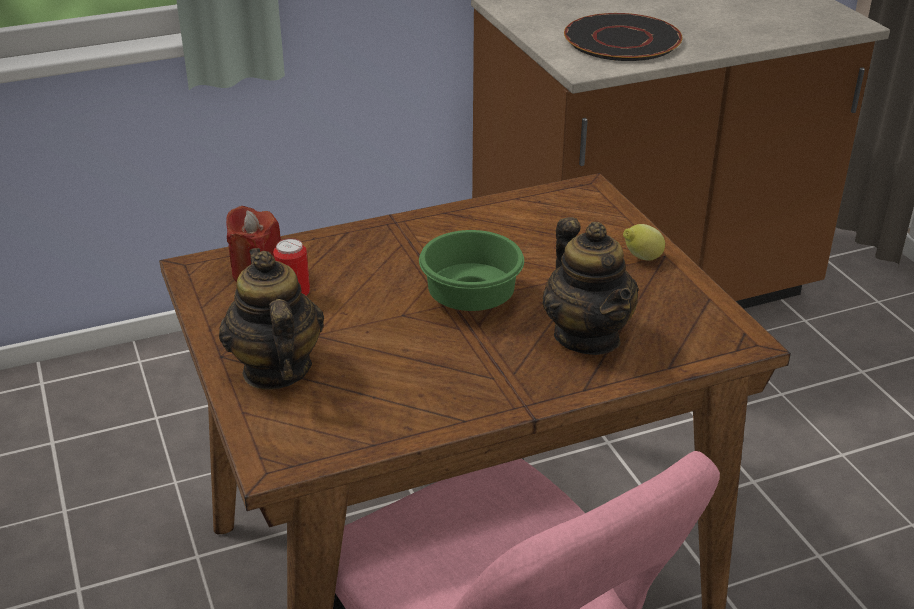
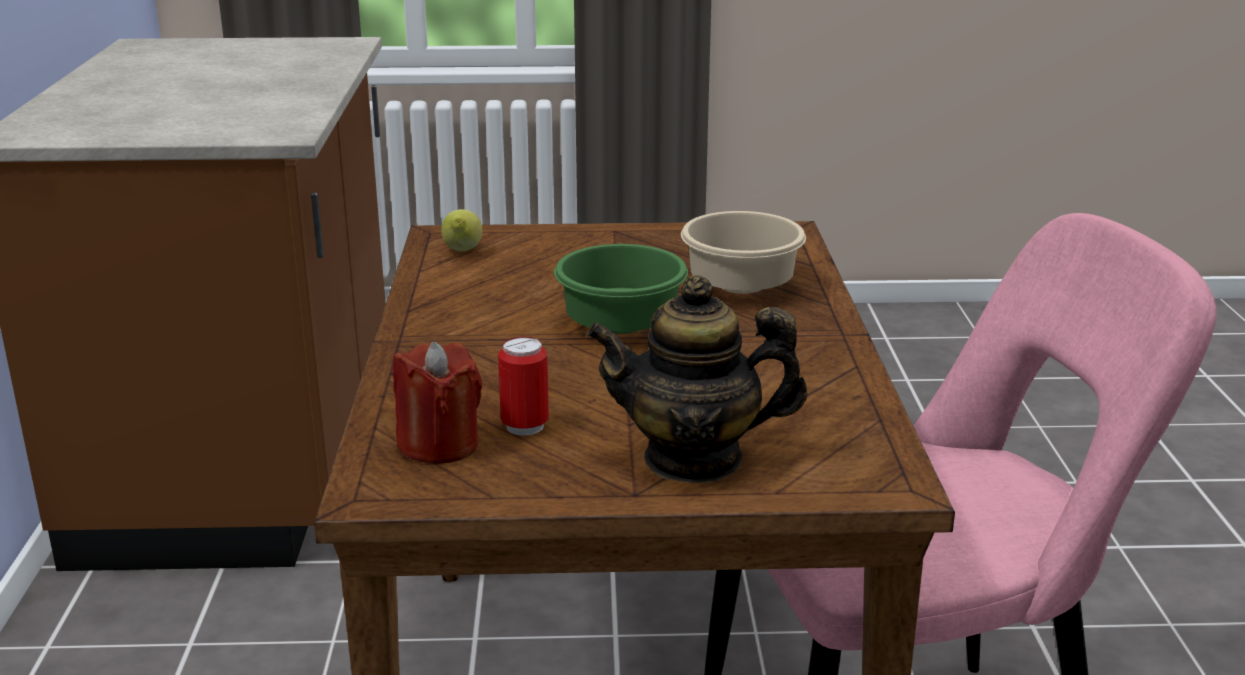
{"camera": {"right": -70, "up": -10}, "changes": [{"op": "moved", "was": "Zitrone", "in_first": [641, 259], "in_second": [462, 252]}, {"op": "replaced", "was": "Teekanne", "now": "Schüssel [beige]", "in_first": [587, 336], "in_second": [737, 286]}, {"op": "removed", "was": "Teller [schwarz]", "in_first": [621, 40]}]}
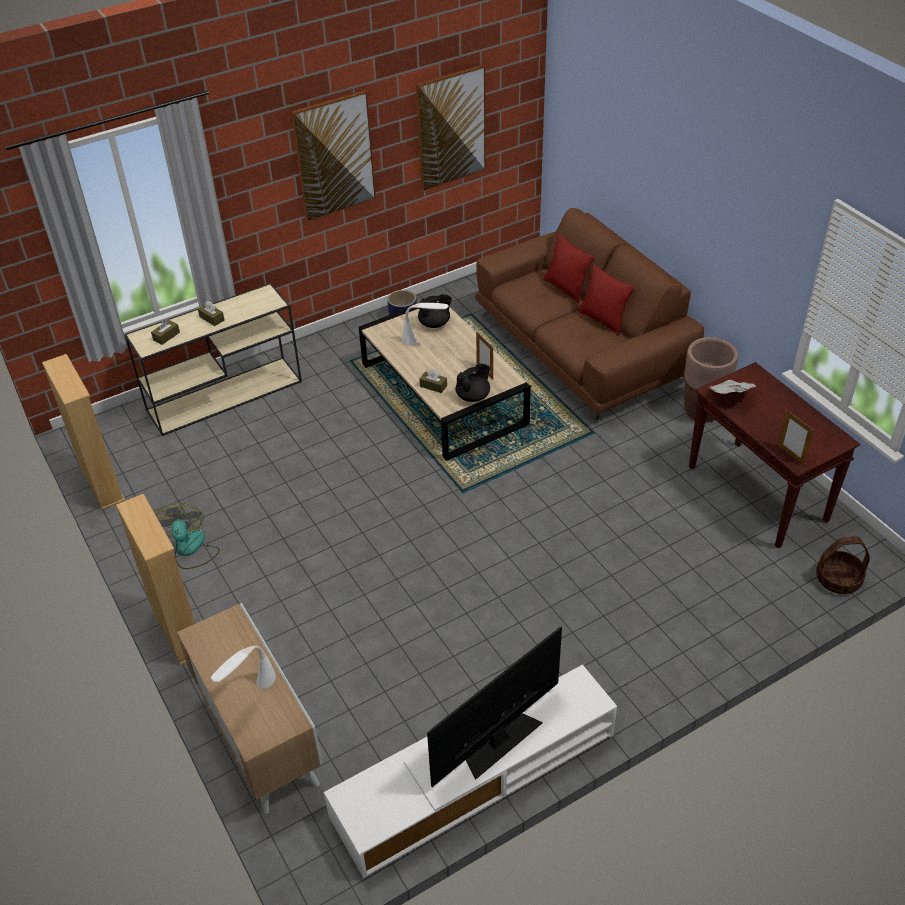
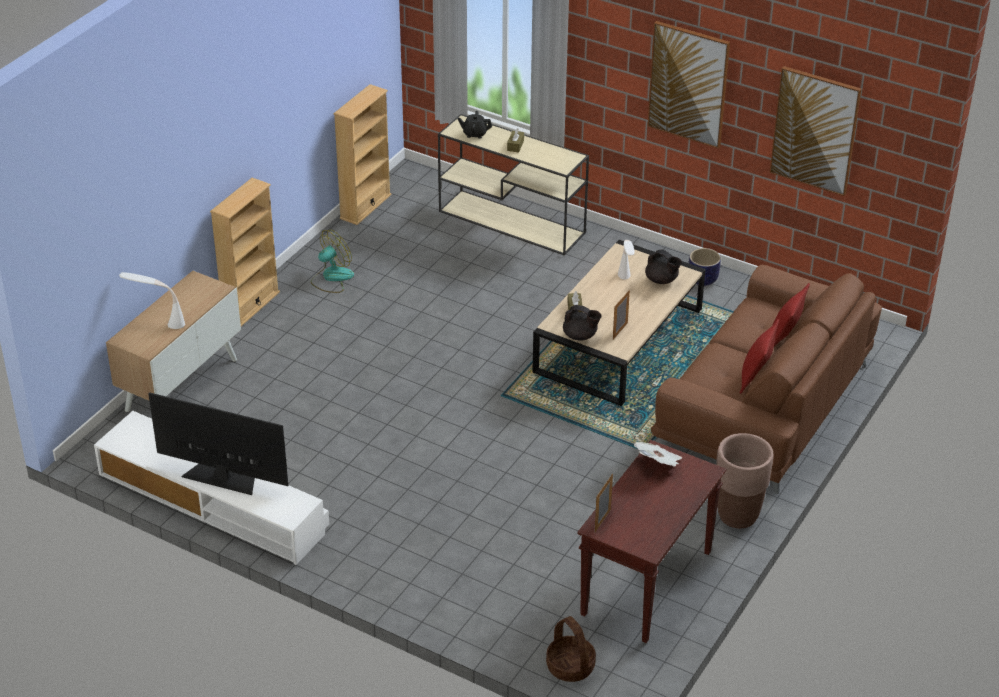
{"camera": {"right": 60, "up": -5}, "changes": [{"op": "replaced", "was": "Taschentuchbox [braun]", "now": "Teekanne [schwarz]", "in_first": [166, 336], "in_second": [474, 134]}]}
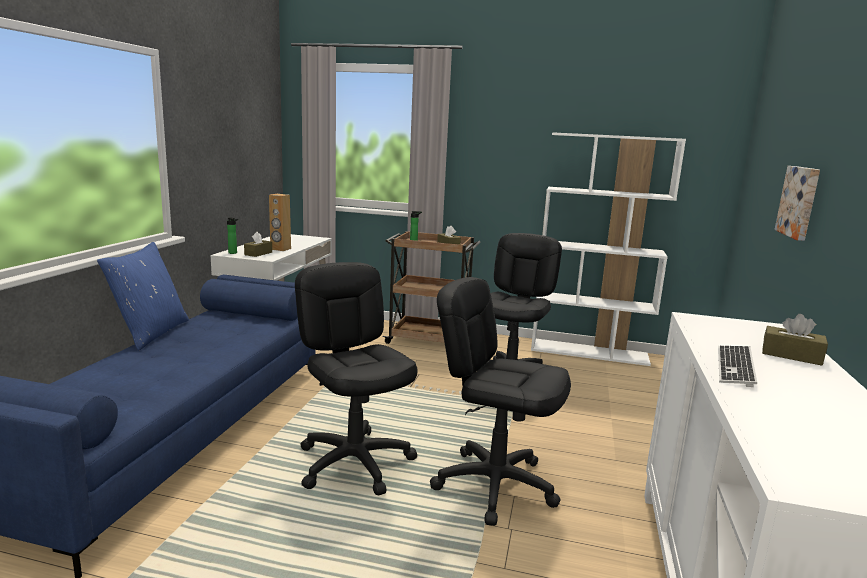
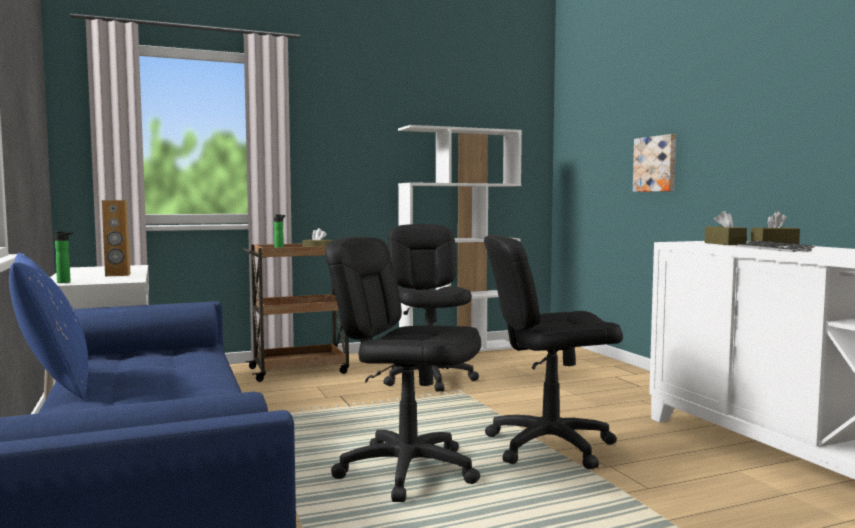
{"camera": {"right": -35, "up": -10}, "changes": [{"op": "moved", "was": "Taschentuchbox [braun]", "in_first": [258, 253], "in_second": [724, 243]}]}
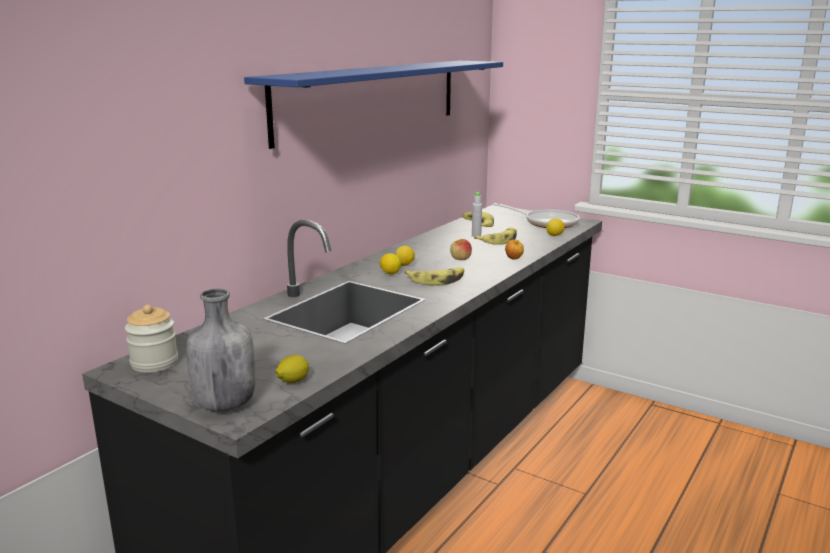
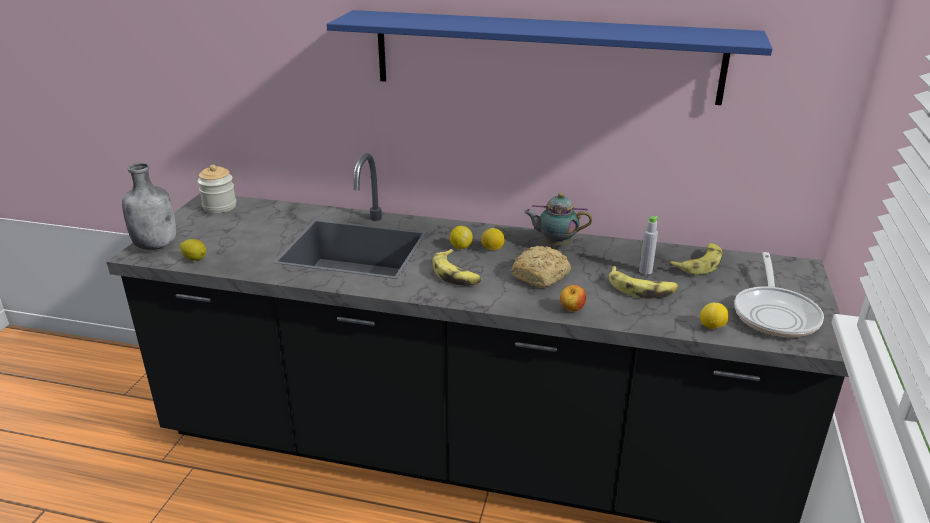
{"camera": {"right": 70, "up": 10}, "changes": [{"op": "replaced", "was": "Apfel", "now": "Brot", "in_first": [460, 259], "in_second": [542, 276]}, {"op": "added", "now": "Teekanne", "in_second": [555, 244]}]}
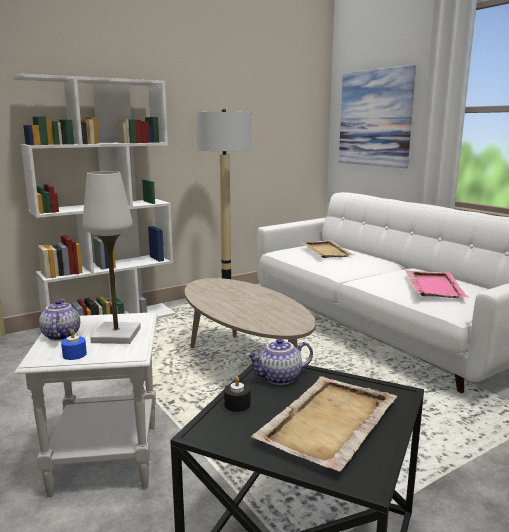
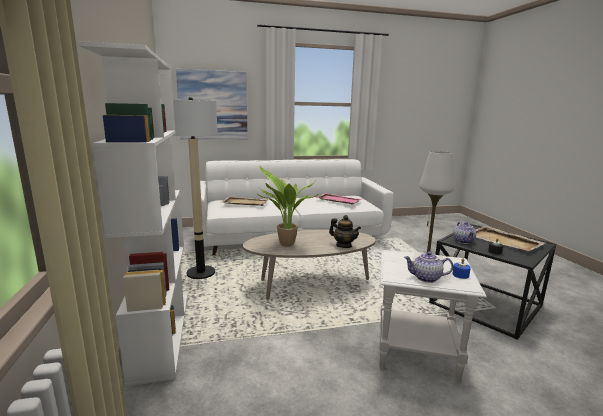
{"camera": {"right": -70, "up": 0}, "changes": [{"op": "added", "now": "Topfpflanze", "in_second": [285, 245]}, {"op": "added", "now": "Teekanne", "in_second": [344, 245]}]}
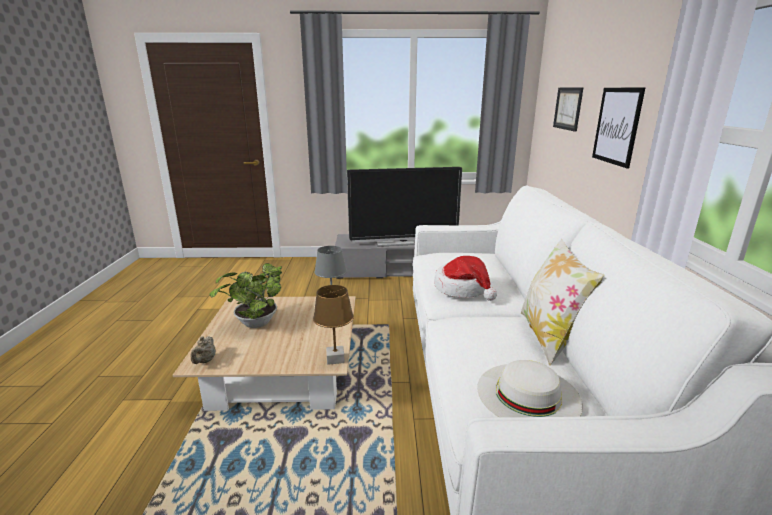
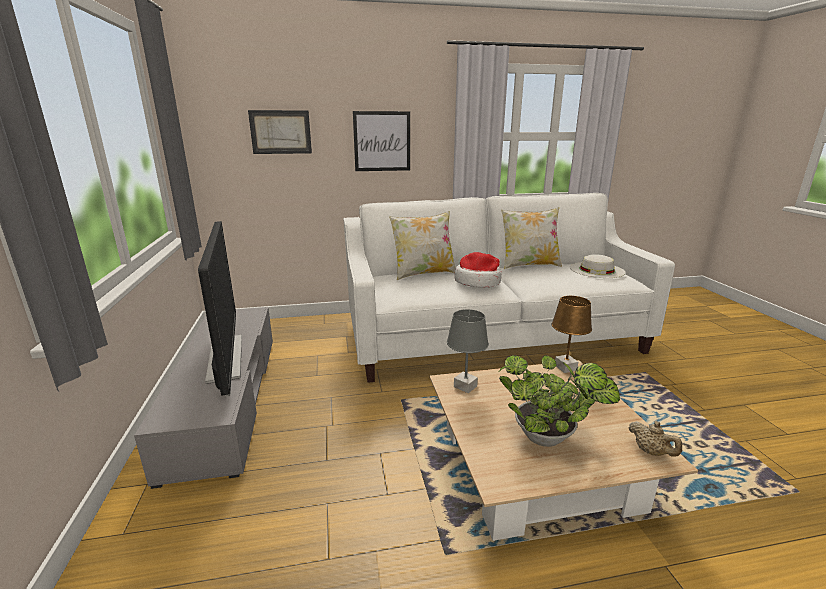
{"camera": {"right": -100, "up": 0}, "changes": [{"op": "added", "now": "Kissen", "in_second": [423, 273]}, {"op": "turned", "was": "Teekanne [beige]", "in_first": [205, 361], "in_second": [651, 452], "clockwise": 60}]}
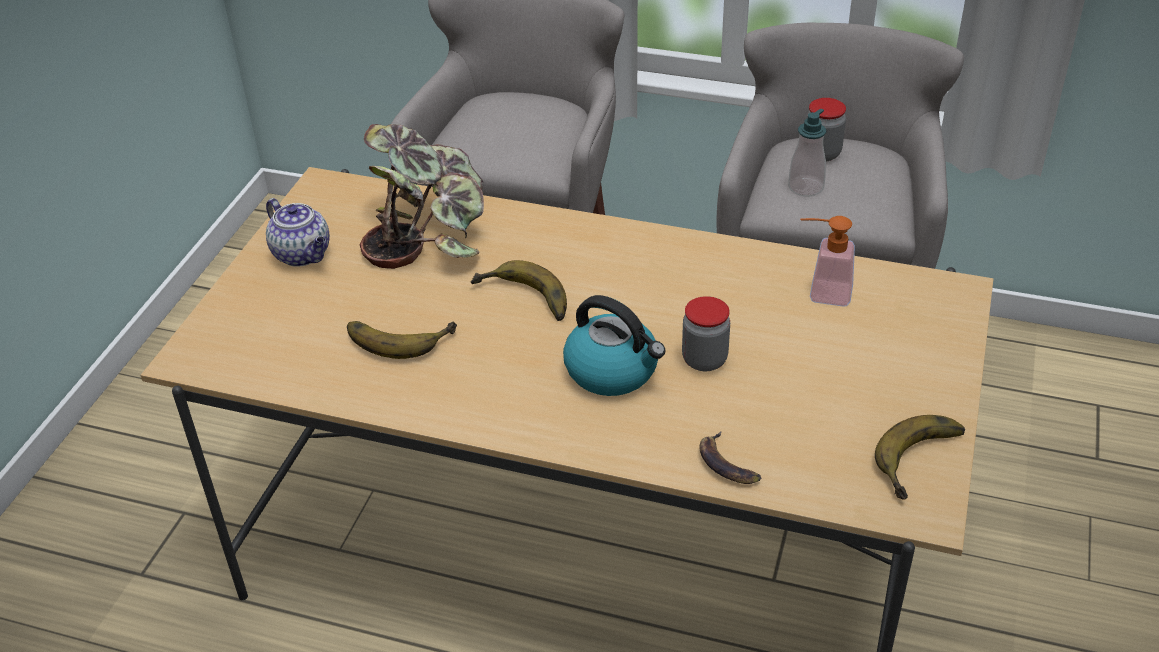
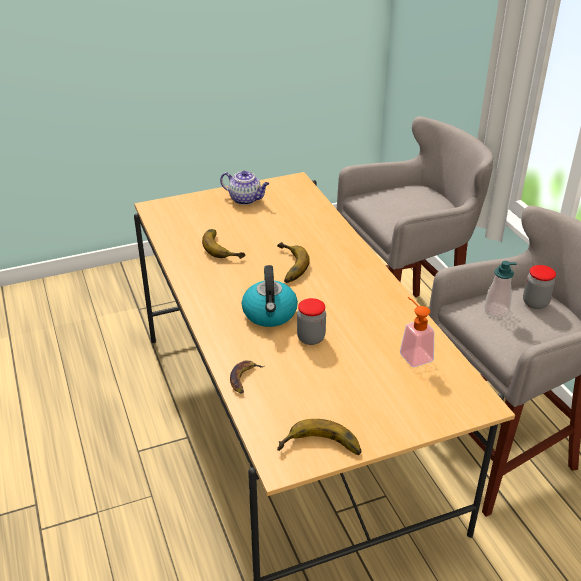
{"camera": {"right": 50, "up": -5}, "changes": [{"op": "turned", "was": "Teekanne", "in_first": [303, 255], "in_second": [246, 199], "clockwise": -75}, {"op": "removed", "was": "Topfpflanze", "in_first": [429, 233]}]}
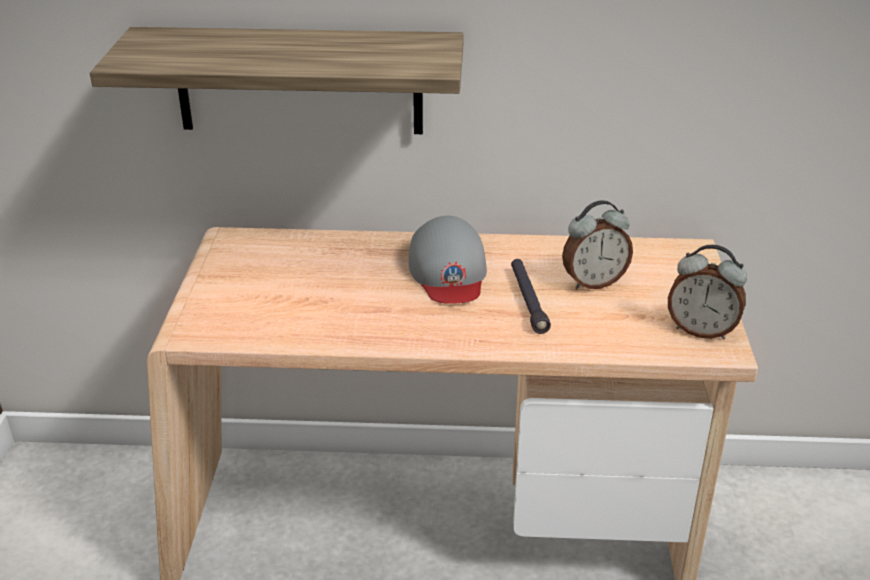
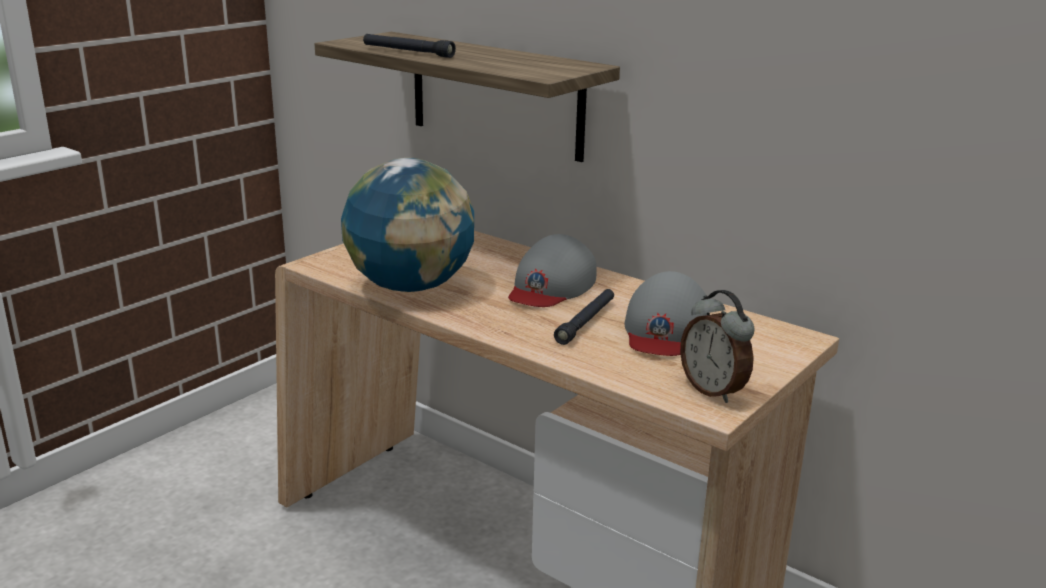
{"camera": {"right": 35, "up": -10}, "changes": [{"op": "added", "now": "Globus", "in_second": [410, 287]}, {"op": "added", "now": "Taschenlampe [schwarz]", "in_second": [407, 52]}, {"op": "replaced", "was": "Wecker", "now": "Kappe [grau]", "in_first": [593, 282], "in_second": [664, 329]}]}
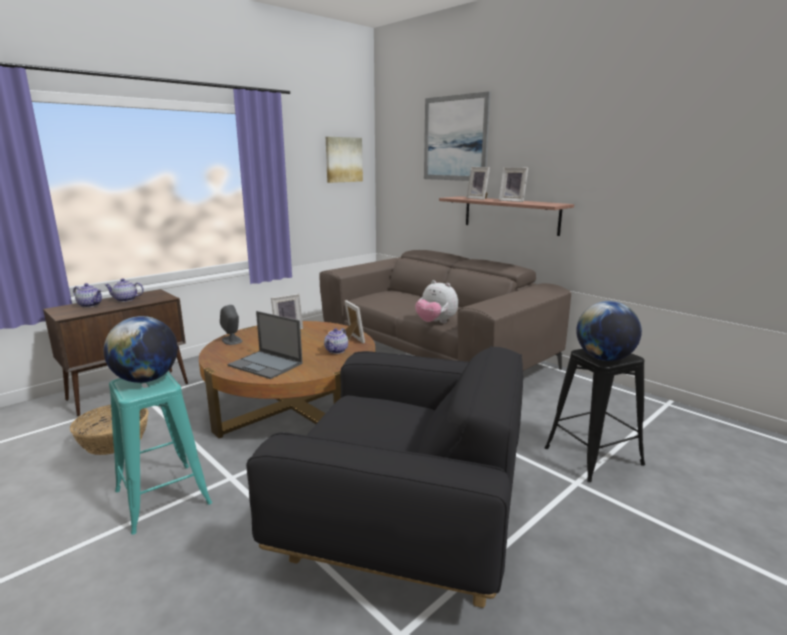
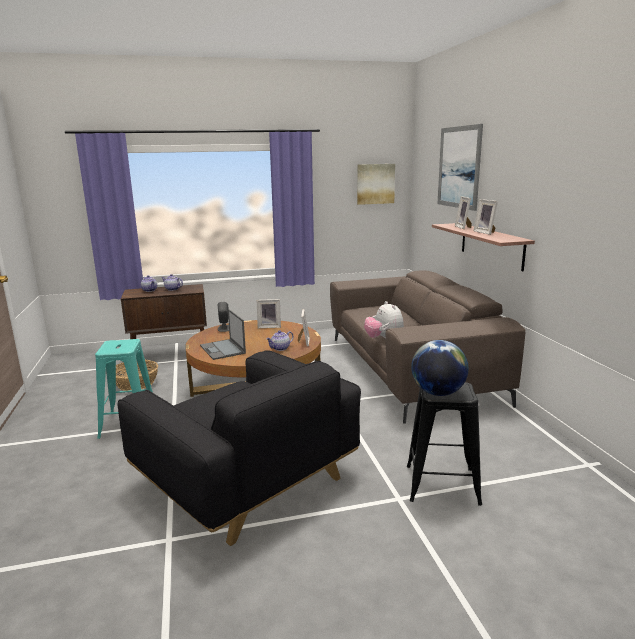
{"camera": {"right": 30, "up": 0}, "changes": [{"op": "removed", "was": "Globus", "in_first": [146, 379]}]}
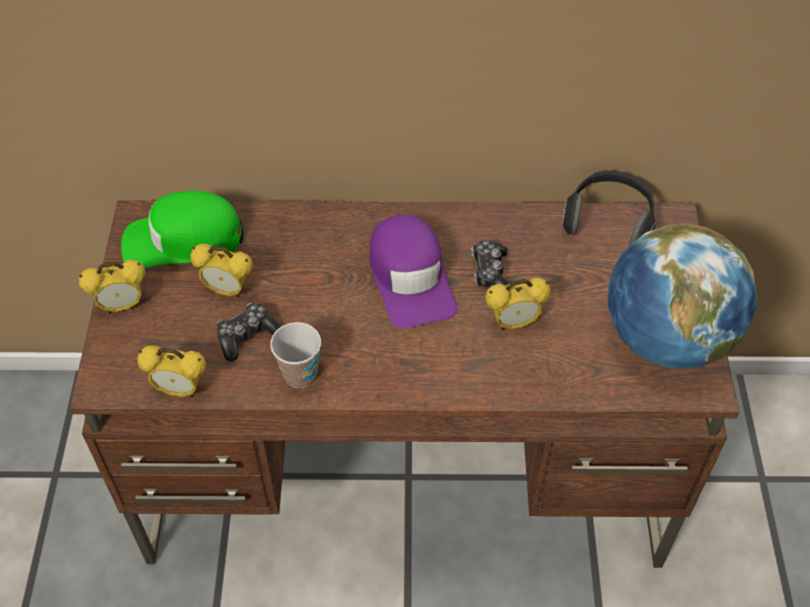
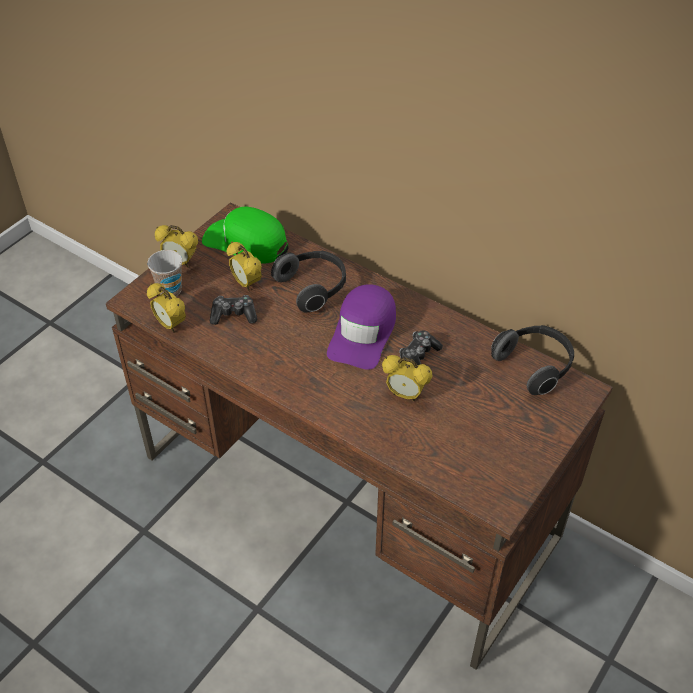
{"camera": {"right": 35, "up": -5}, "changes": [{"op": "moved", "was": "Tasse", "in_first": [300, 375], "in_second": [170, 290]}, {"op": "added", "now": "Kopfhörer", "in_second": [313, 288]}, {"op": "removed", "was": "Globus", "in_first": [666, 339]}]}
